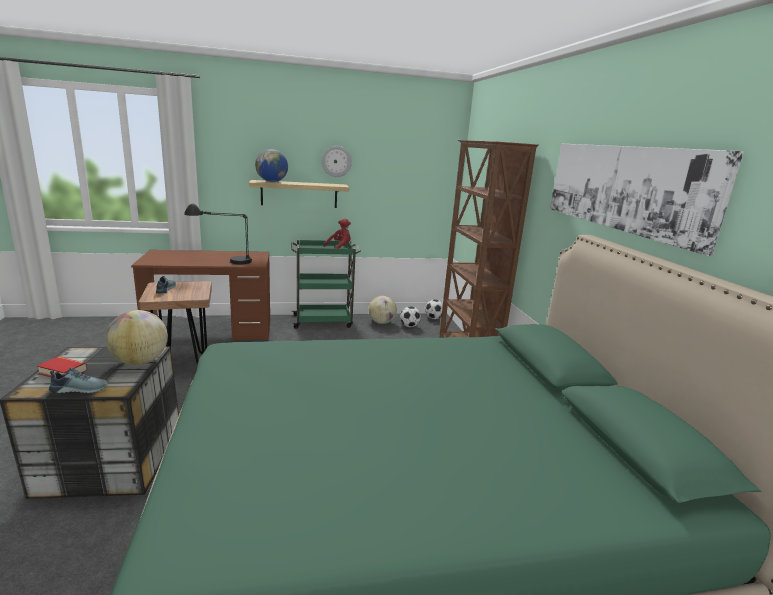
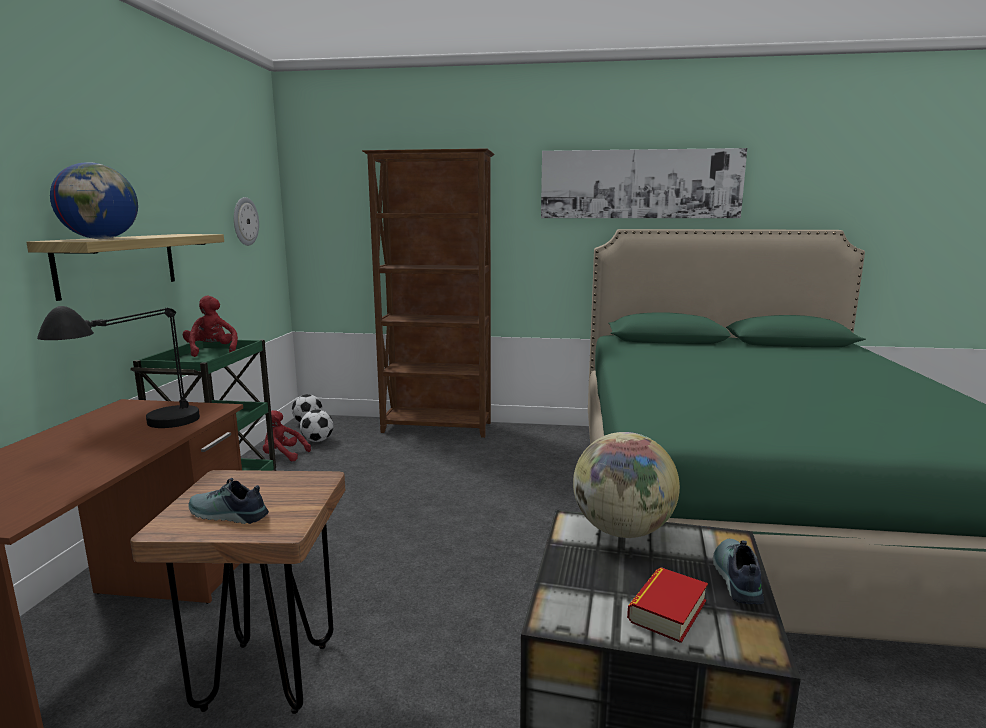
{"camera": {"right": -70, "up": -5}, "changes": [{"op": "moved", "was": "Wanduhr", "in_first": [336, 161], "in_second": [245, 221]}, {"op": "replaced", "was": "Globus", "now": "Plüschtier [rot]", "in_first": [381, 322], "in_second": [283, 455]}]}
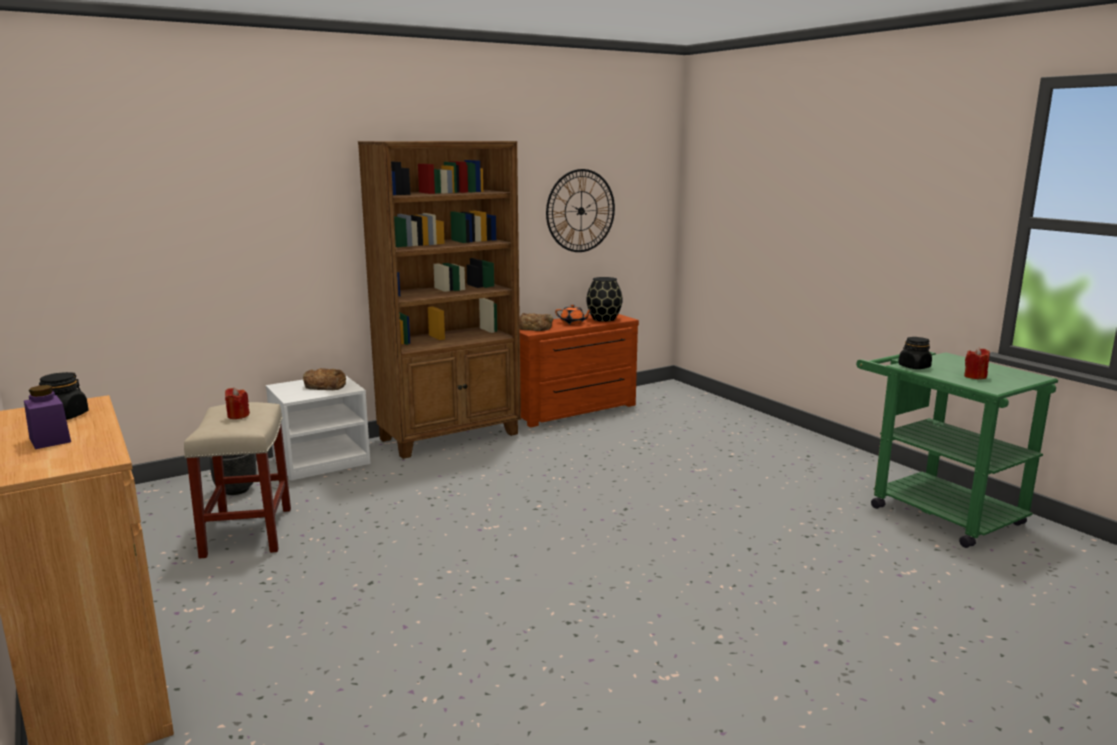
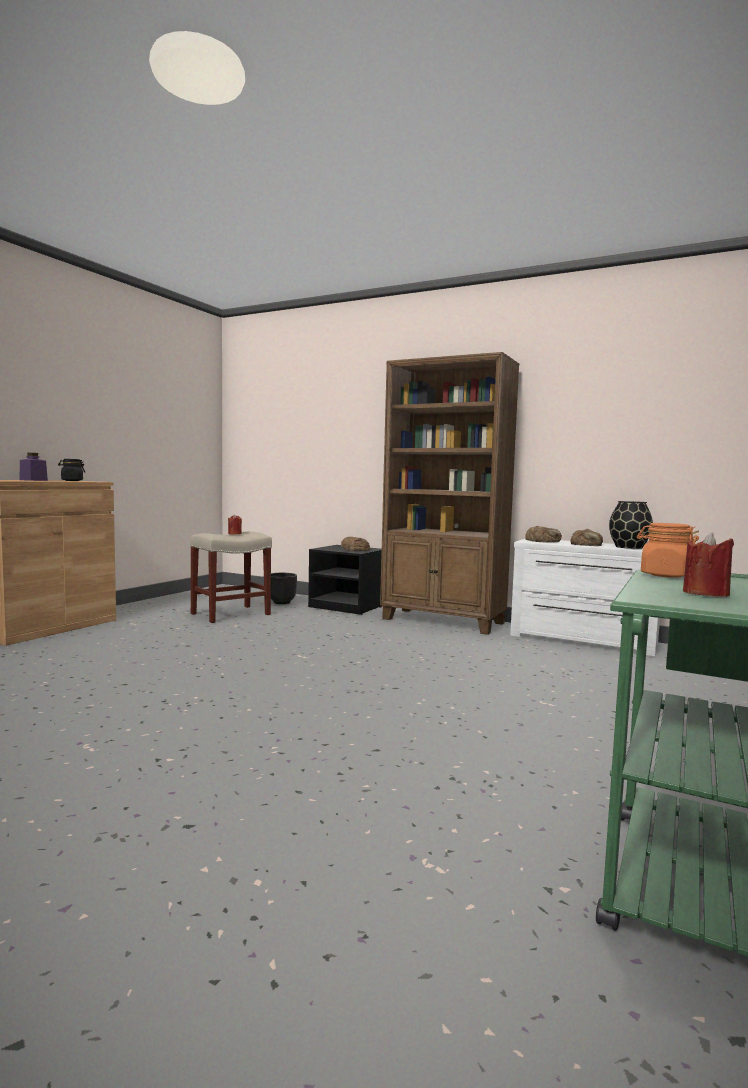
{"camera": {"right": 60, "up": -10}, "changes": [{"op": "recoloured", "was": "Nachttisch [weiß]", "now": "Nachttisch [schwarz]", "in_first": [322, 461], "in_second": [347, 607]}, {"op": "recoloured", "was": "Kommode [braun]", "now": "Kommode [weiß]", "in_first": [574, 410], "in_second": [582, 640]}, {"op": "replaced", "was": "Teekanne [orange]", "now": "Brot", "in_first": [573, 323], "in_second": [587, 544]}, {"op": "recoloured", "was": "Vorratsglas [schwarz]", "now": "Vorratsglas [orange]", "in_first": [914, 367], "in_second": [665, 575]}, {"op": "removed", "was": "Wanduhr", "in_first": [580, 211]}]}
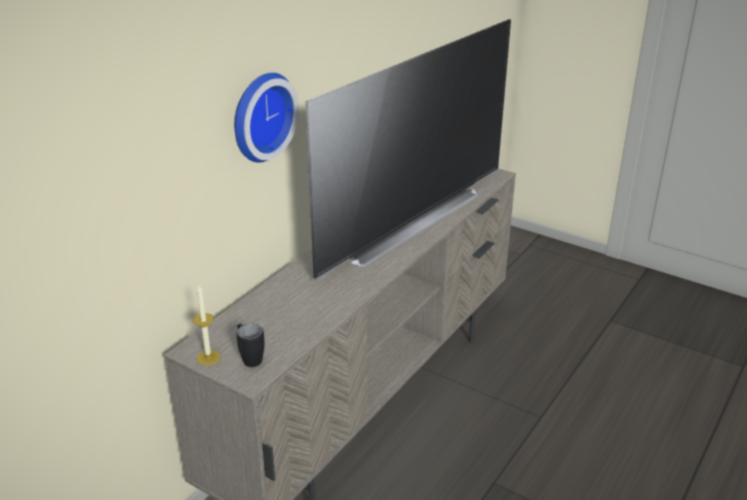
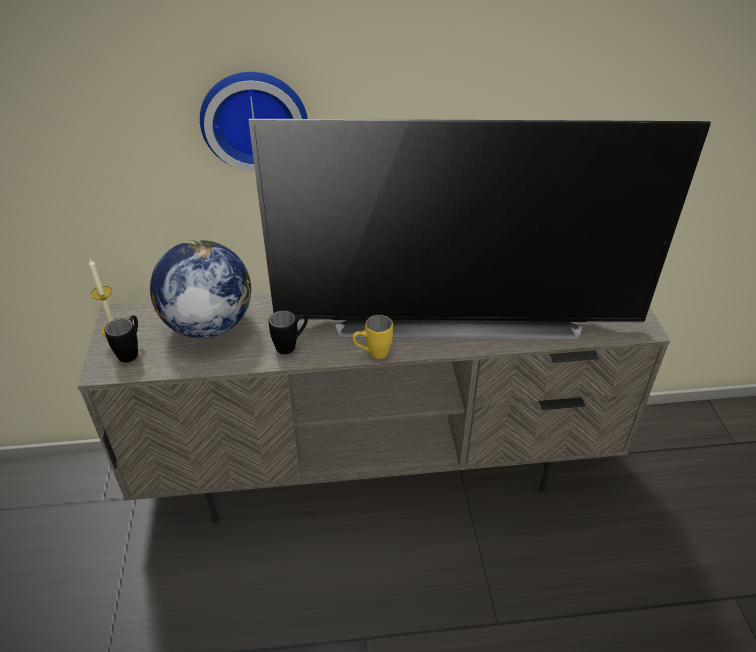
{"camera": {"right": 50, "up": 10}, "changes": [{"op": "added", "now": "Globus", "in_second": [208, 325]}, {"op": "added", "now": "Henkelbecher [schwarz]", "in_second": [291, 345]}, {"op": "added", "now": "Henkelbecher [gelb]", "in_second": [372, 354]}]}
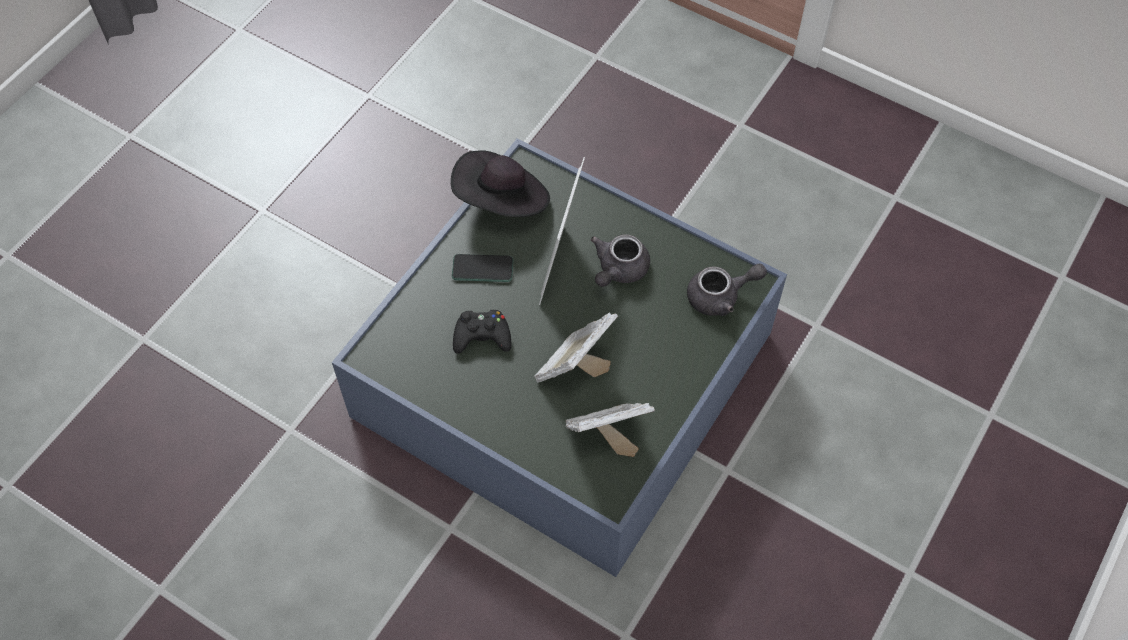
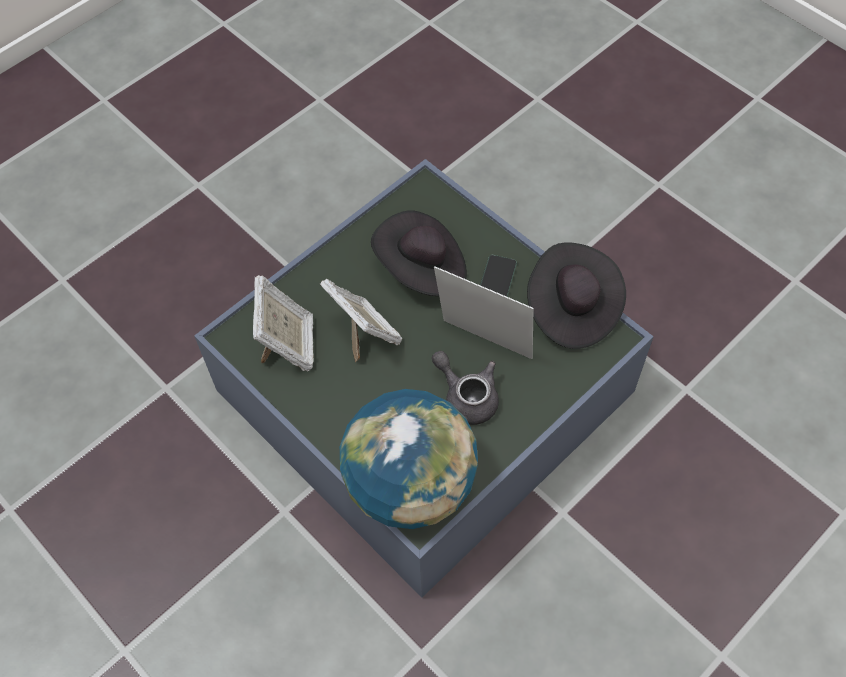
{"camera": {"right": 105, "up": 0}, "changes": [{"op": "replaced", "was": "Teekanne [grau]", "now": "Globus", "in_first": [720, 296], "in_second": [410, 484]}, {"op": "replaced", "was": "Gamepad [schwarz]", "now": "Hut [schwarz]", "in_first": [482, 336], "in_second": [422, 269]}]}
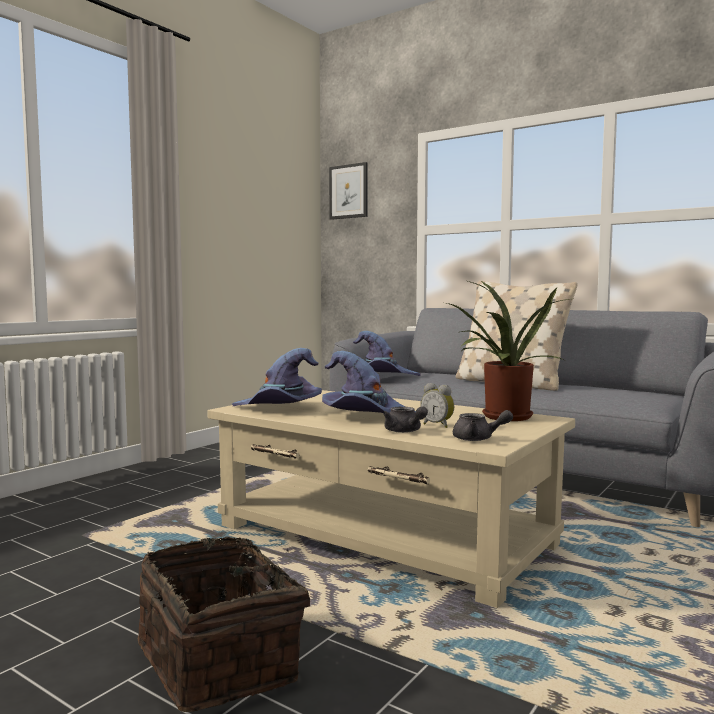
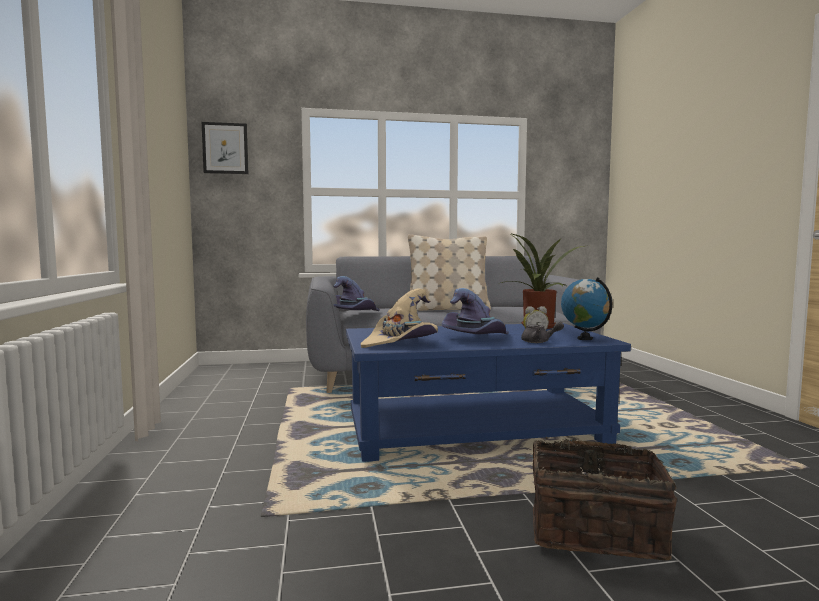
{"camera": {"right": -45, "up": 0}, "changes": [{"op": "recoloured", "was": "Couchtisch [beige]", "now": "Couchtisch [blau]", "in_first": [384, 536], "in_second": [476, 430]}, {"op": "recoloured", "was": "Hut [lila]", "now": "Hut [beige]", "in_first": [280, 408], "in_second": [401, 343]}, {"op": "replaced", "was": "Teekanne [grau]", "now": "Globus", "in_first": [478, 439], "in_second": [585, 339]}]}
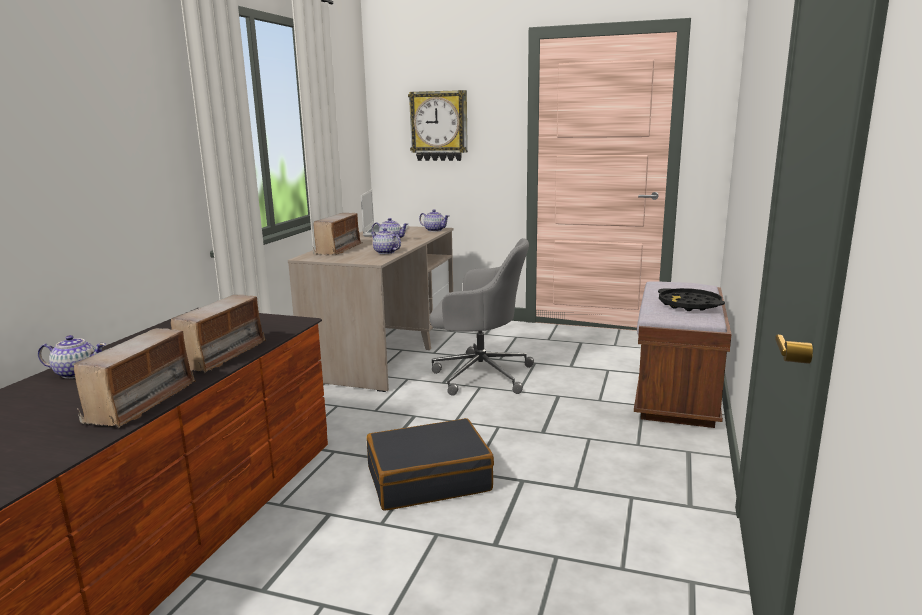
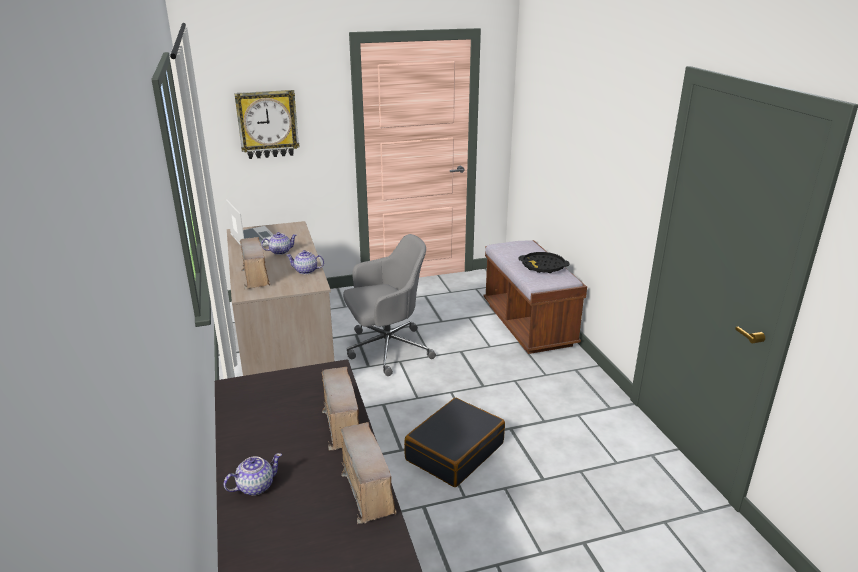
{"camera": {"right": -35, "up": 10}, "changes": [{"op": "removed", "was": "Teekanne", "in_first": [434, 230]}]}
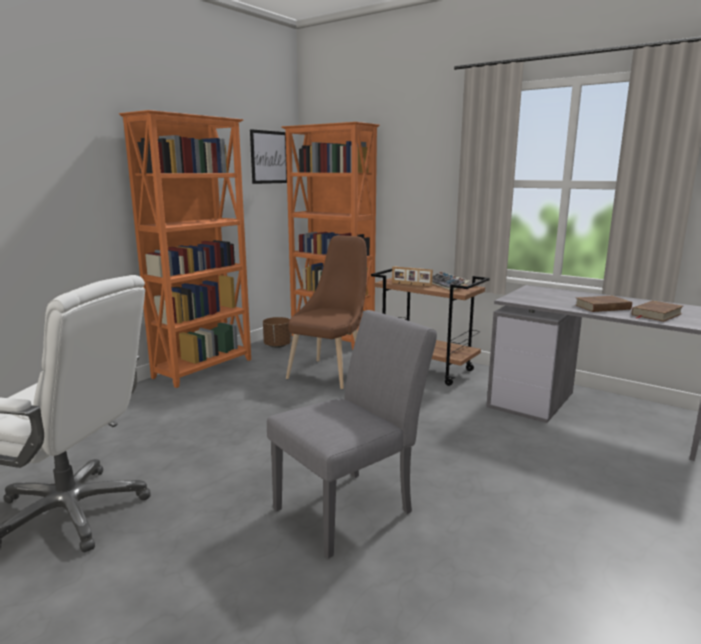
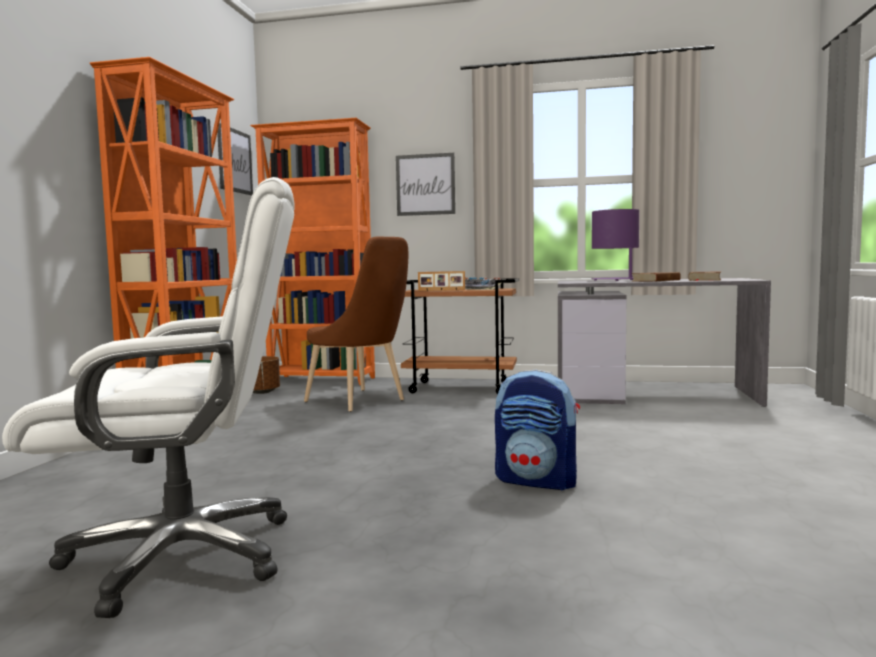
{"camera": {"right": -25, "up": -10}, "changes": [{"op": "turned", "was": "Stuhl [braun]", "in_first": [330, 372], "in_second": [360, 402], "clockwise": 135}, {"op": "added", "now": "Bild", "in_second": [425, 184]}, {"op": "replaced", "was": "Stuhl [grau]", "now": "Rucksack", "in_first": [352, 507], "in_second": [537, 481]}, {"op": "added", "now": "Tischlampe [lila]", "in_second": [615, 280]}]}
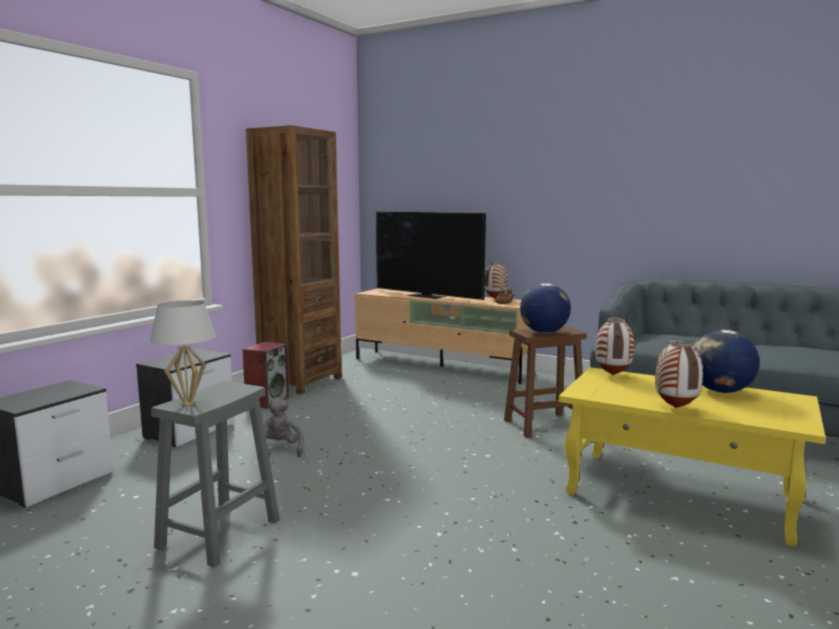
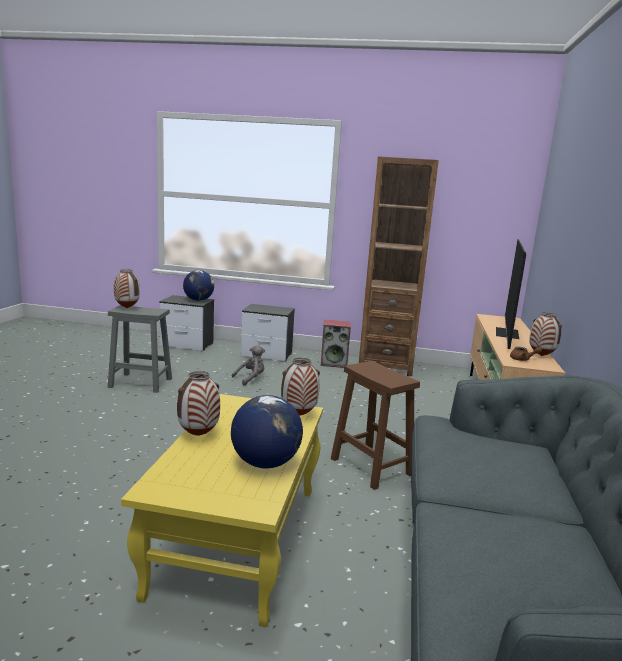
{"camera": {"right": 70, "up": 5}, "changes": [{"op": "replaced", "was": "Tischlampe [weiß]", "now": "Vase", "in_first": [188, 403], "in_second": [126, 308]}, {"op": "moved", "was": "Globus", "in_first": [543, 332], "in_second": [198, 300]}]}
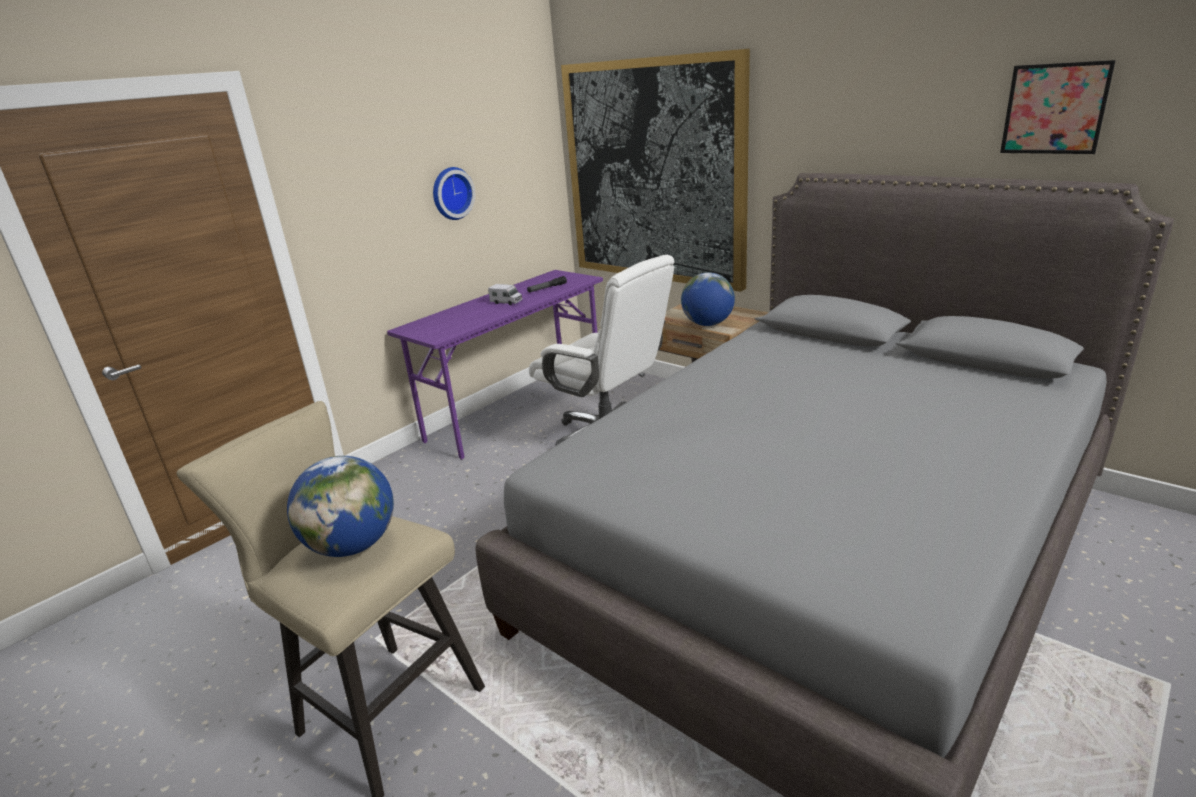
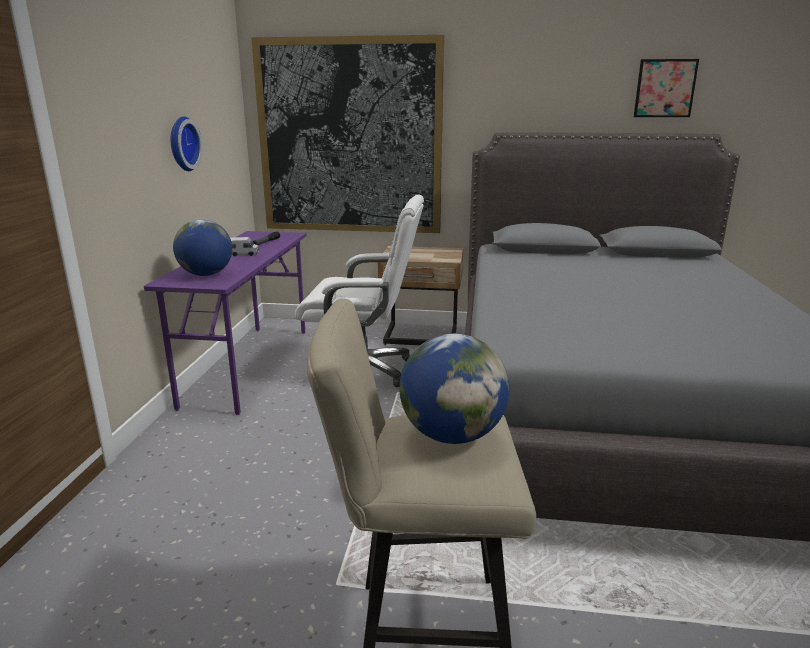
{"camera": {"right": -35, "up": -5}, "changes": [{"op": "moved", "was": "Globus", "in_first": [708, 324], "in_second": [206, 275]}]}
